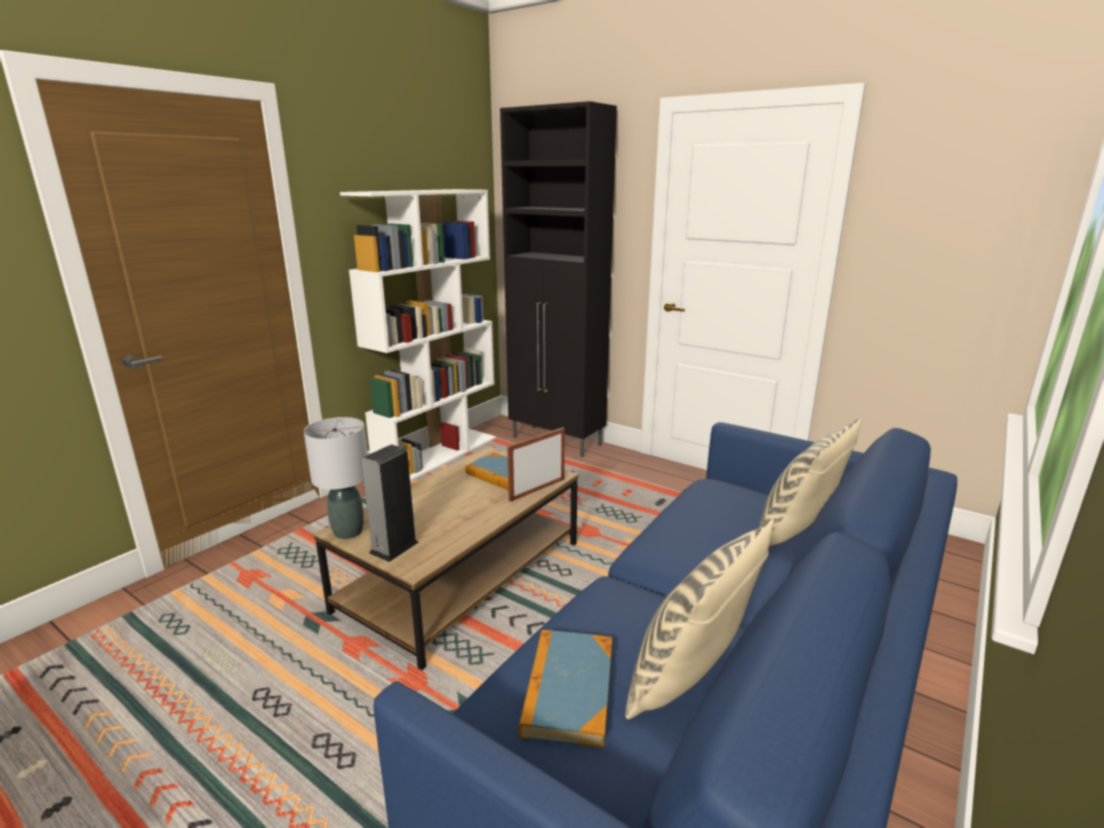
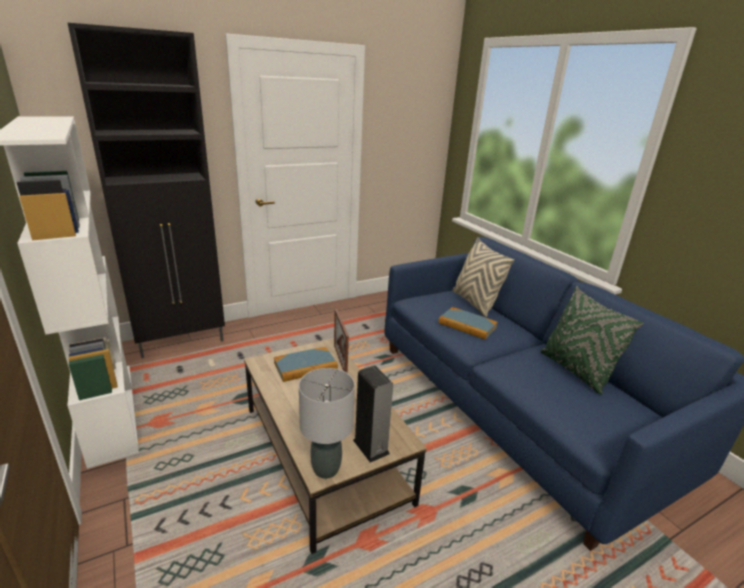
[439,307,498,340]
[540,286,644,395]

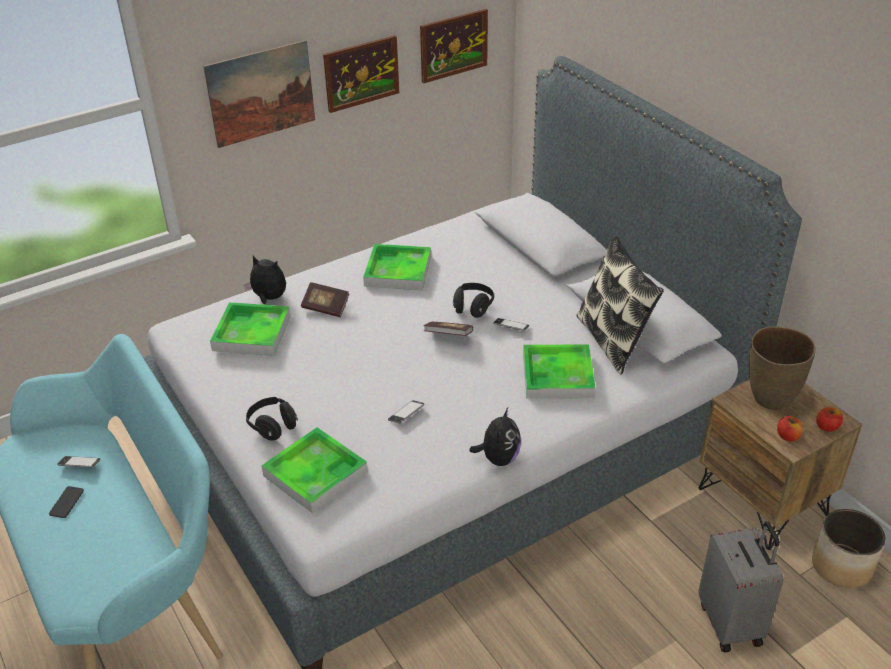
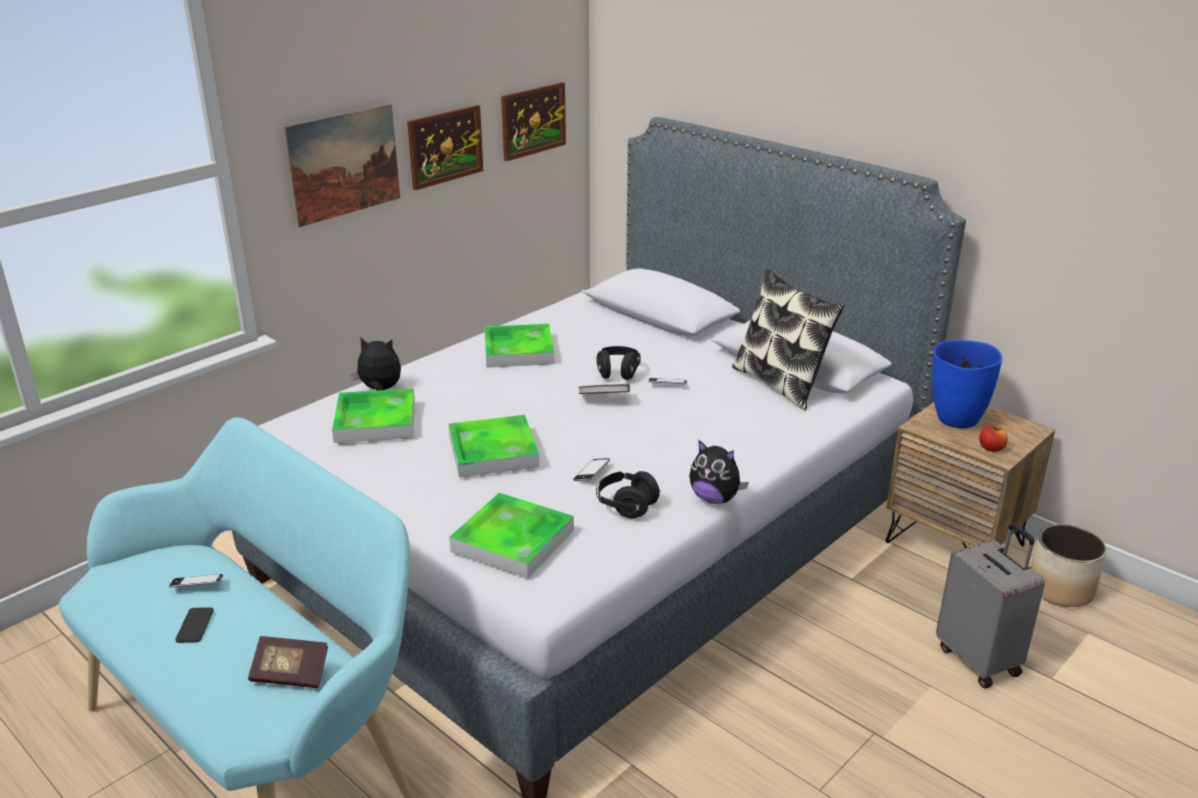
[816,407,843,432] (first image)
[596,471,660,519]
[248,636,328,688]
[448,415,540,478]
[932,340,1002,428]
[689,440,749,504]

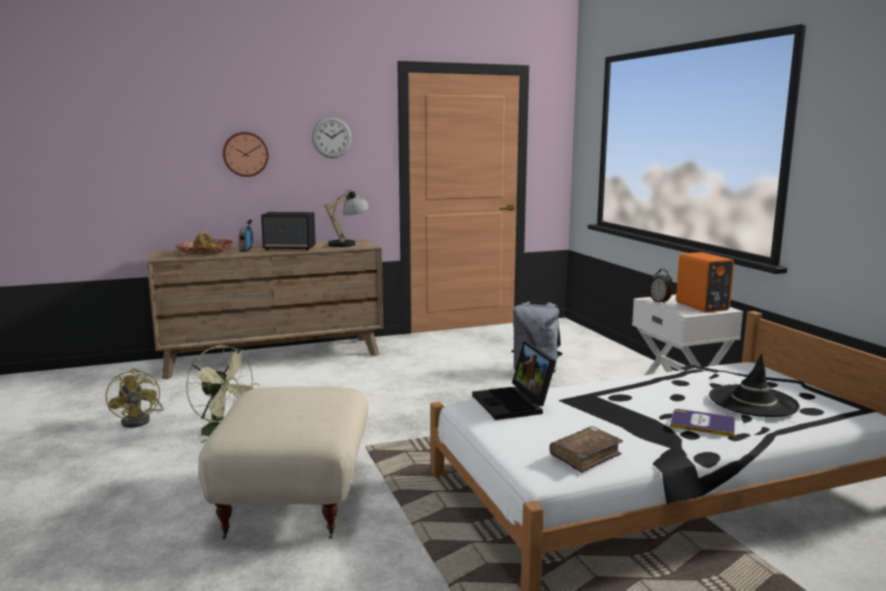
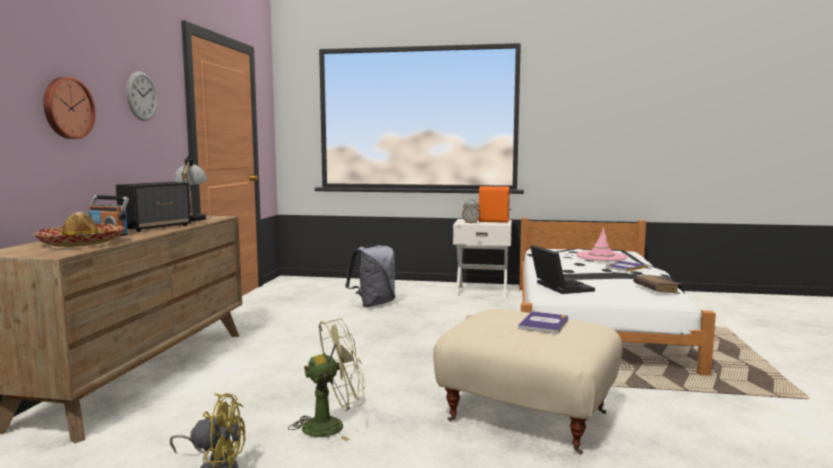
[518,311,568,333]
[576,227,627,261]
[530,245,595,294]

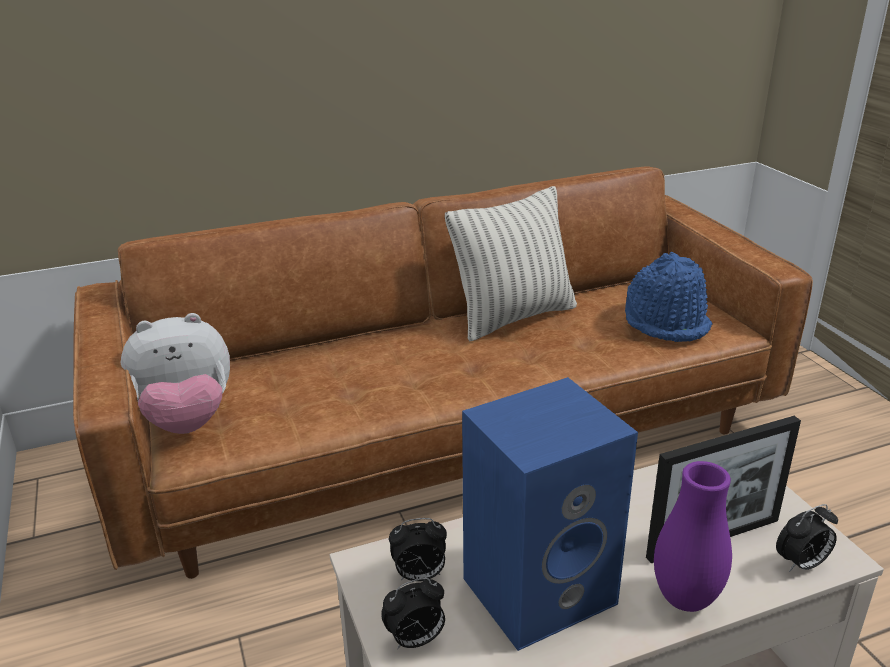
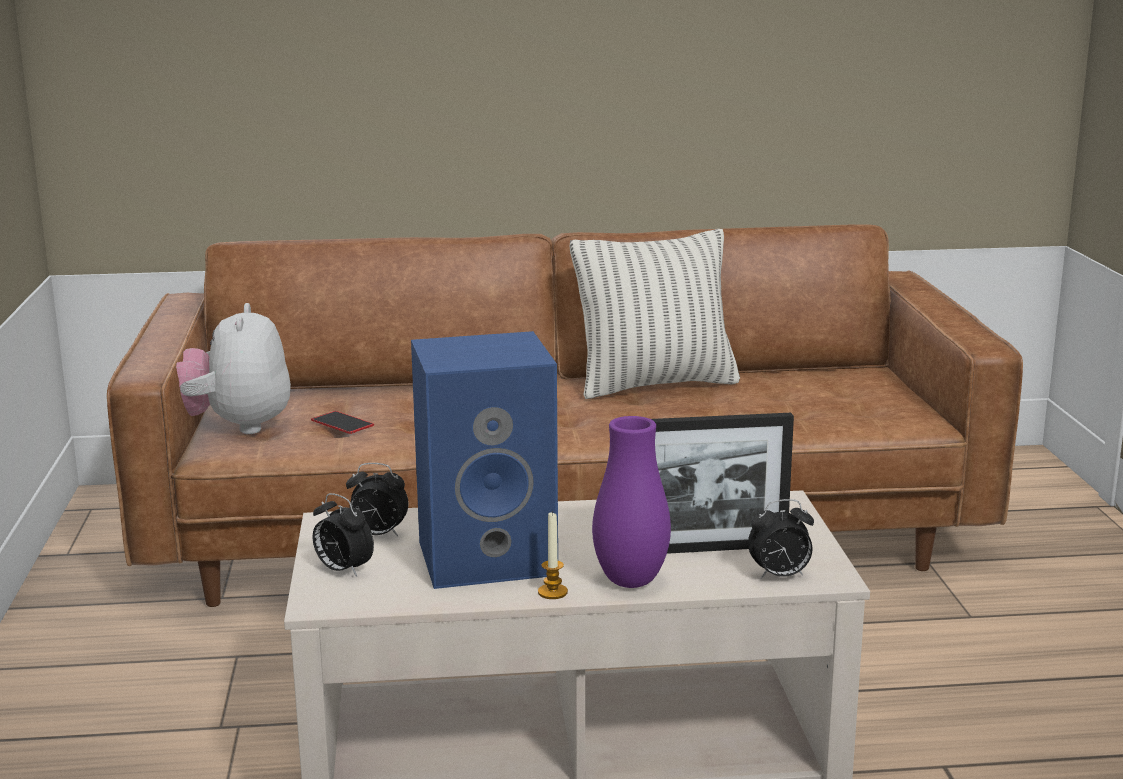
[625,252,712,342] (first image)
[311,411,374,434]
[538,511,568,599]
[176,303,291,434]
[313,493,374,577]

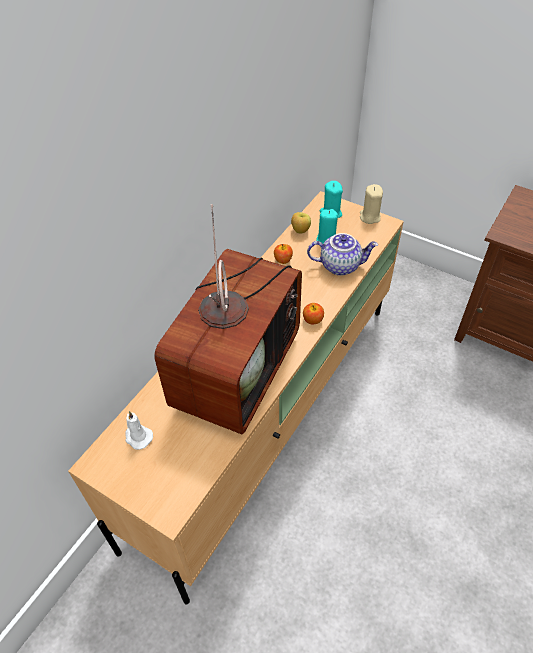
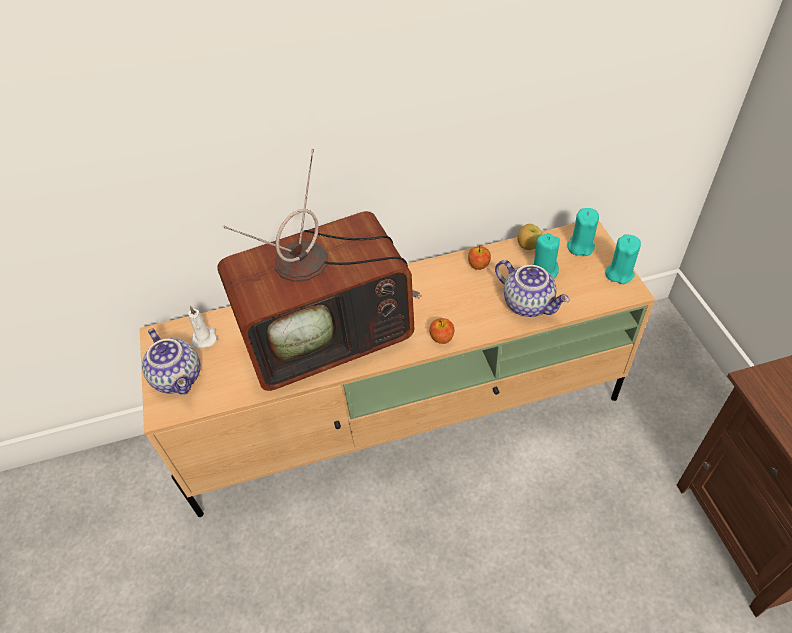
[142,328,200,395]
[605,234,641,284]

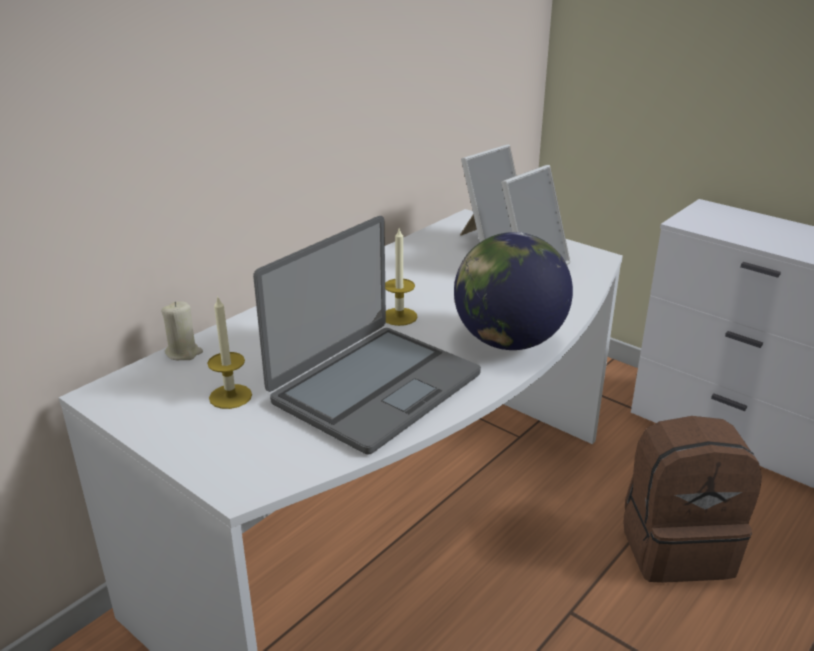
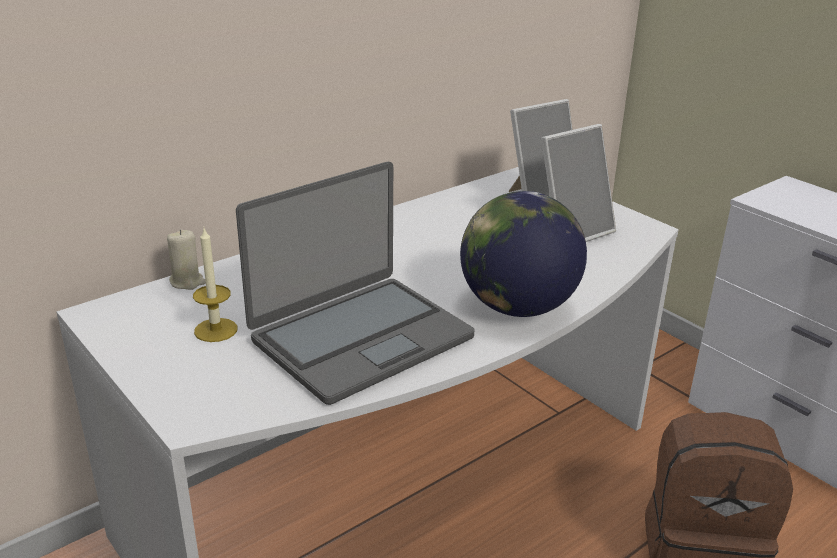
[385,229,418,326] (first image)

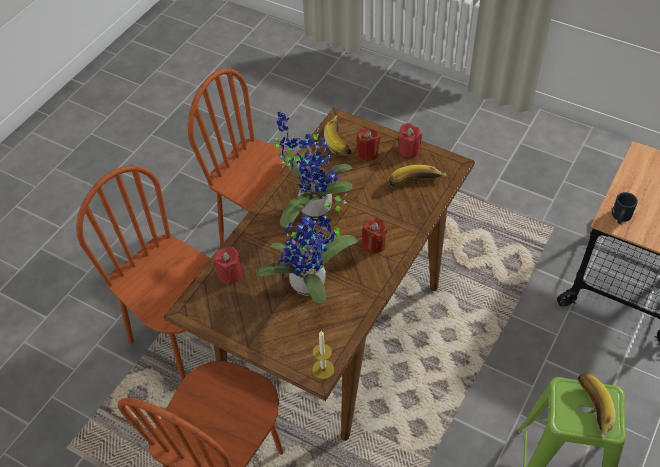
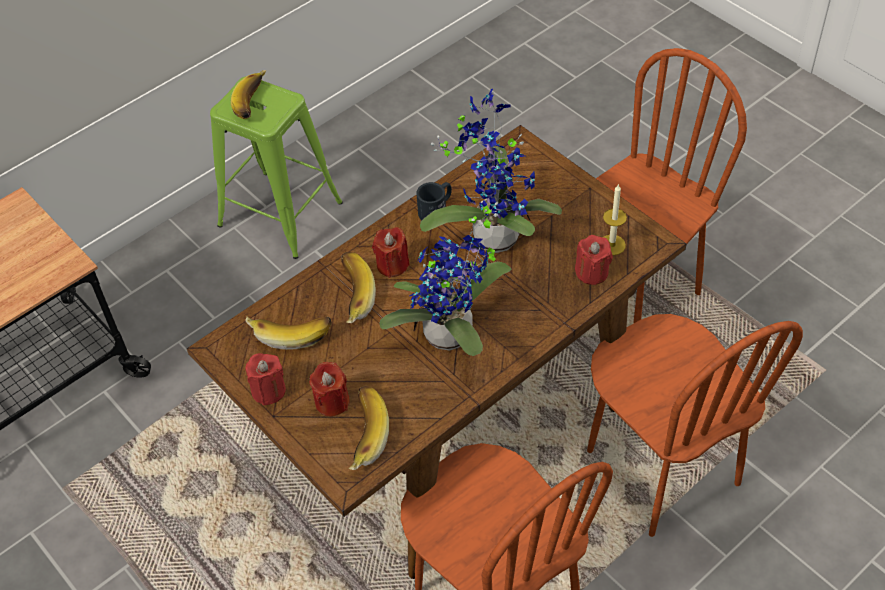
[341,252,376,323]
[603,184,627,255]
[416,182,452,220]

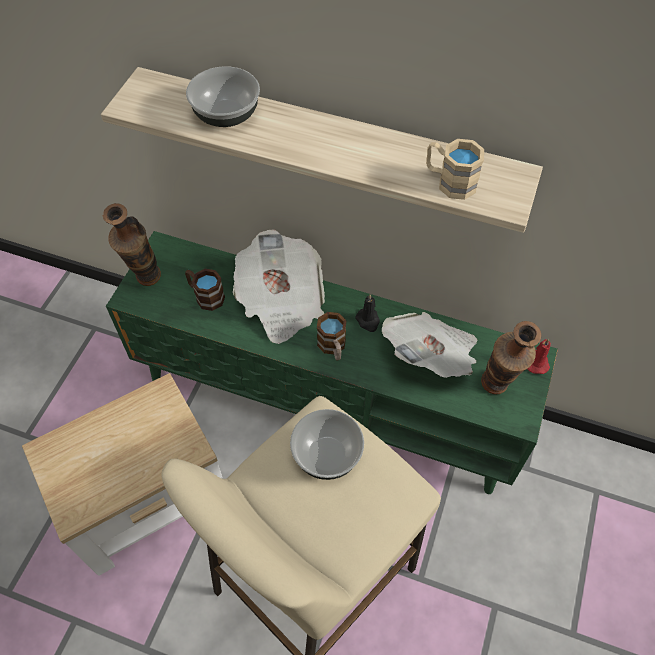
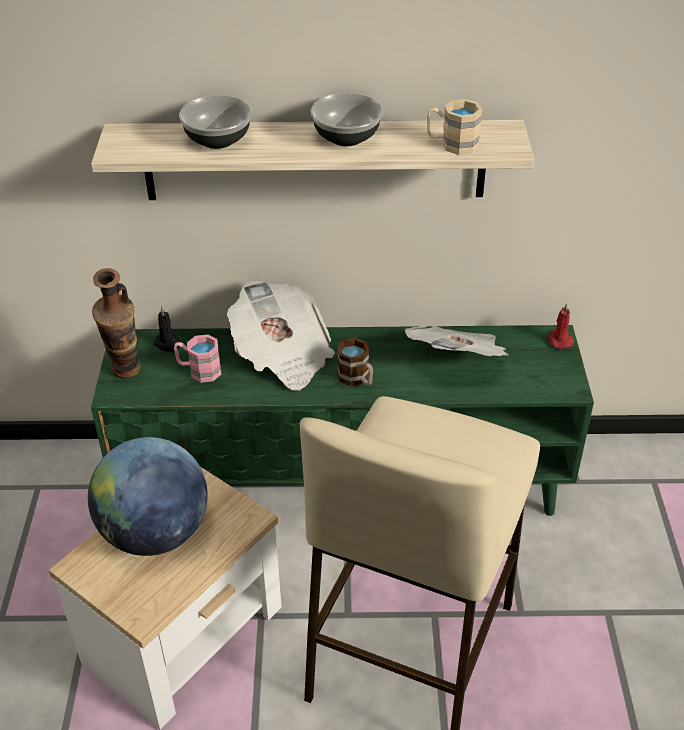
[481,321,541,394] (first image)
[88,437,208,556]
[310,93,383,146]
[153,306,180,352]
[174,334,221,383]

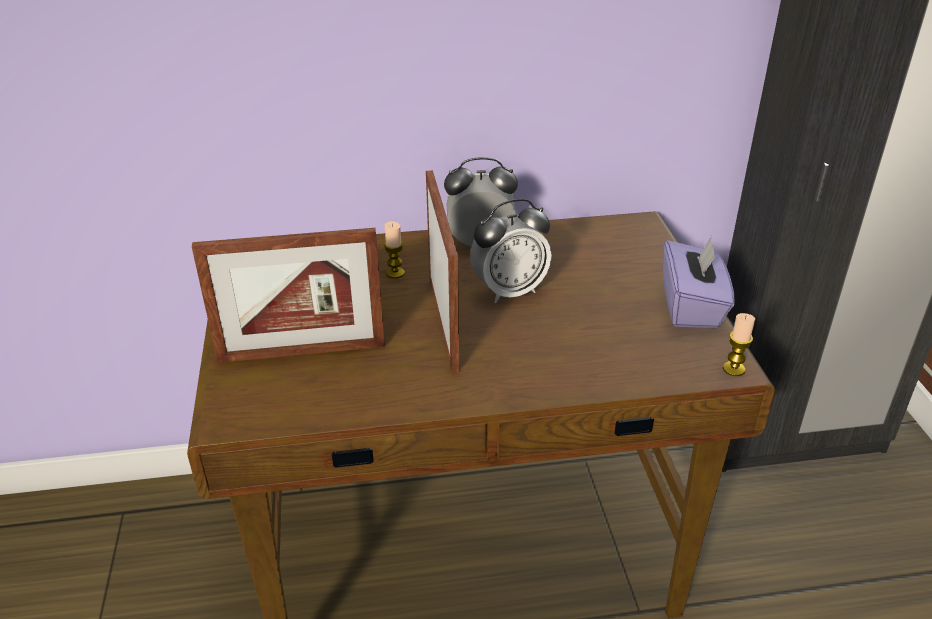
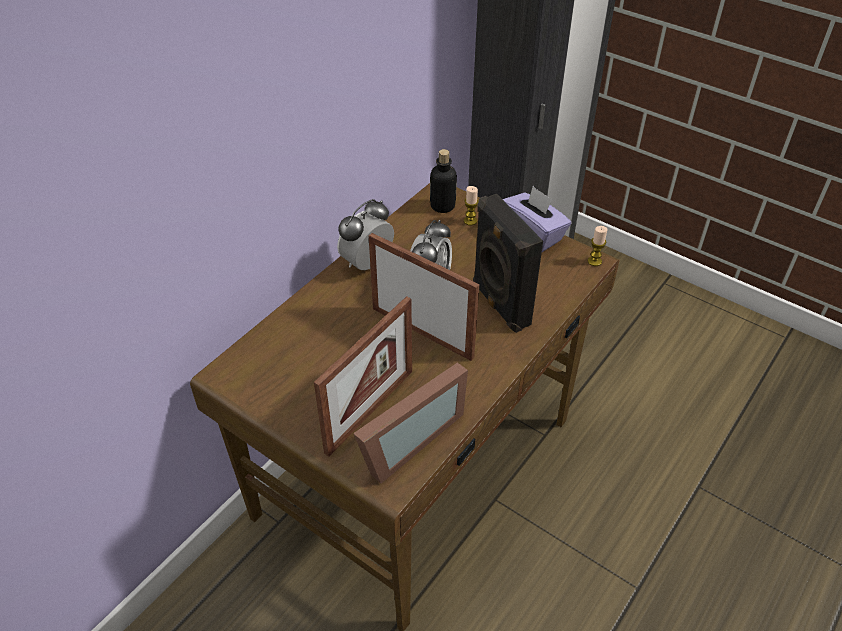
[353,363,468,484]
[430,149,457,213]
[473,194,543,333]
[464,186,479,226]

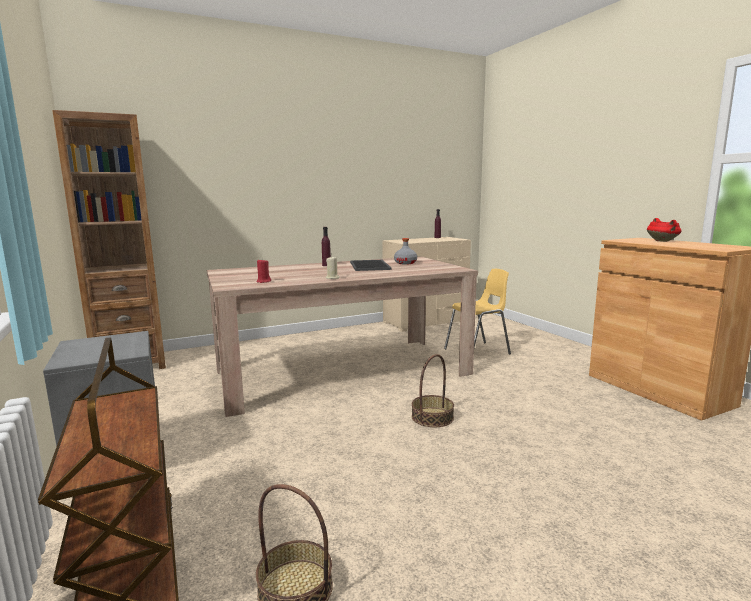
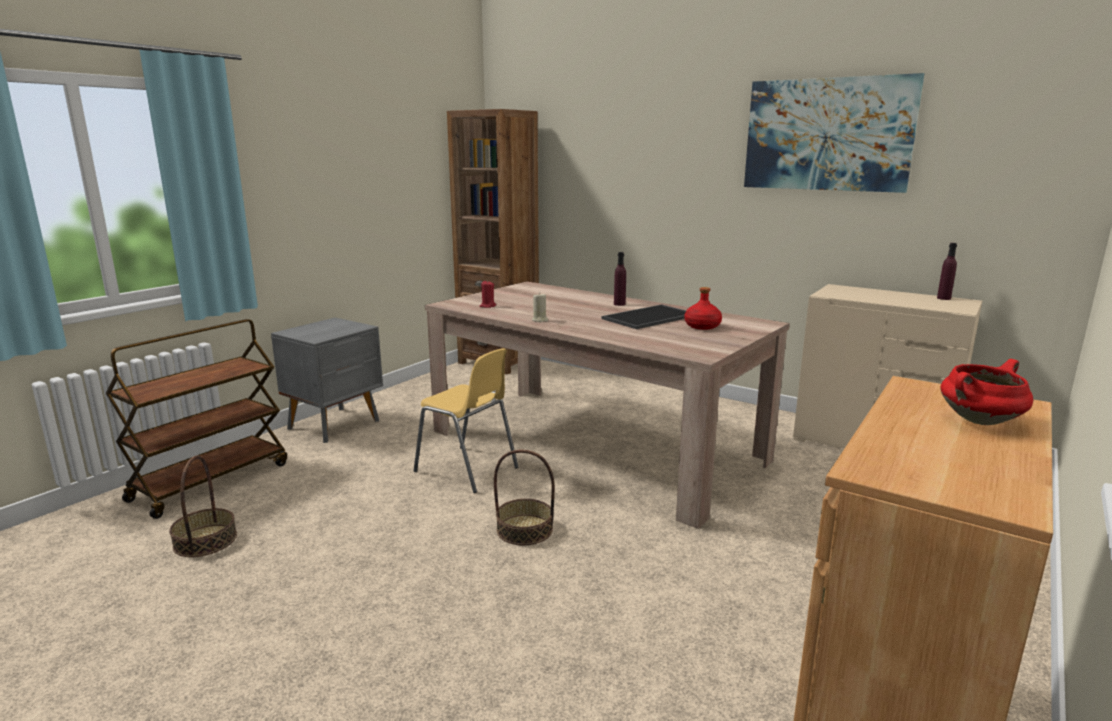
[744,73,924,193]
[413,348,518,493]
[684,287,722,330]

